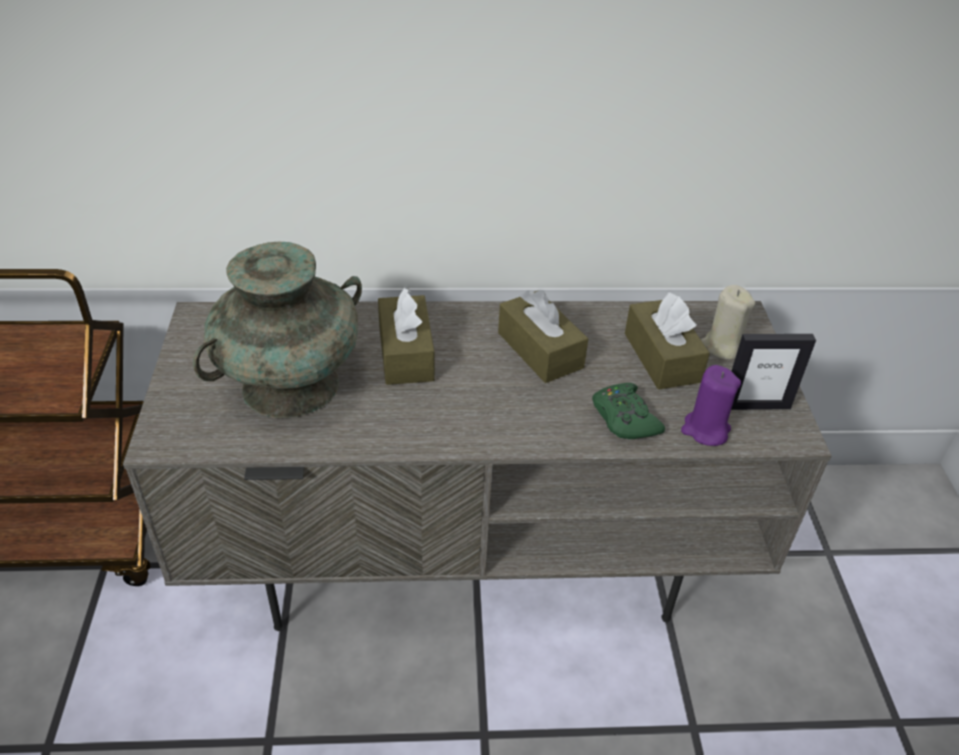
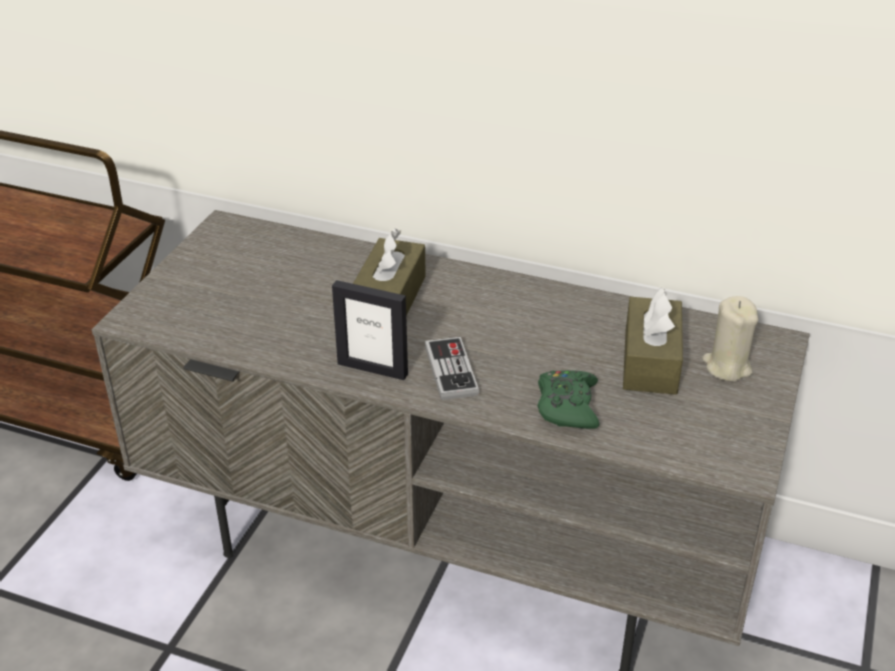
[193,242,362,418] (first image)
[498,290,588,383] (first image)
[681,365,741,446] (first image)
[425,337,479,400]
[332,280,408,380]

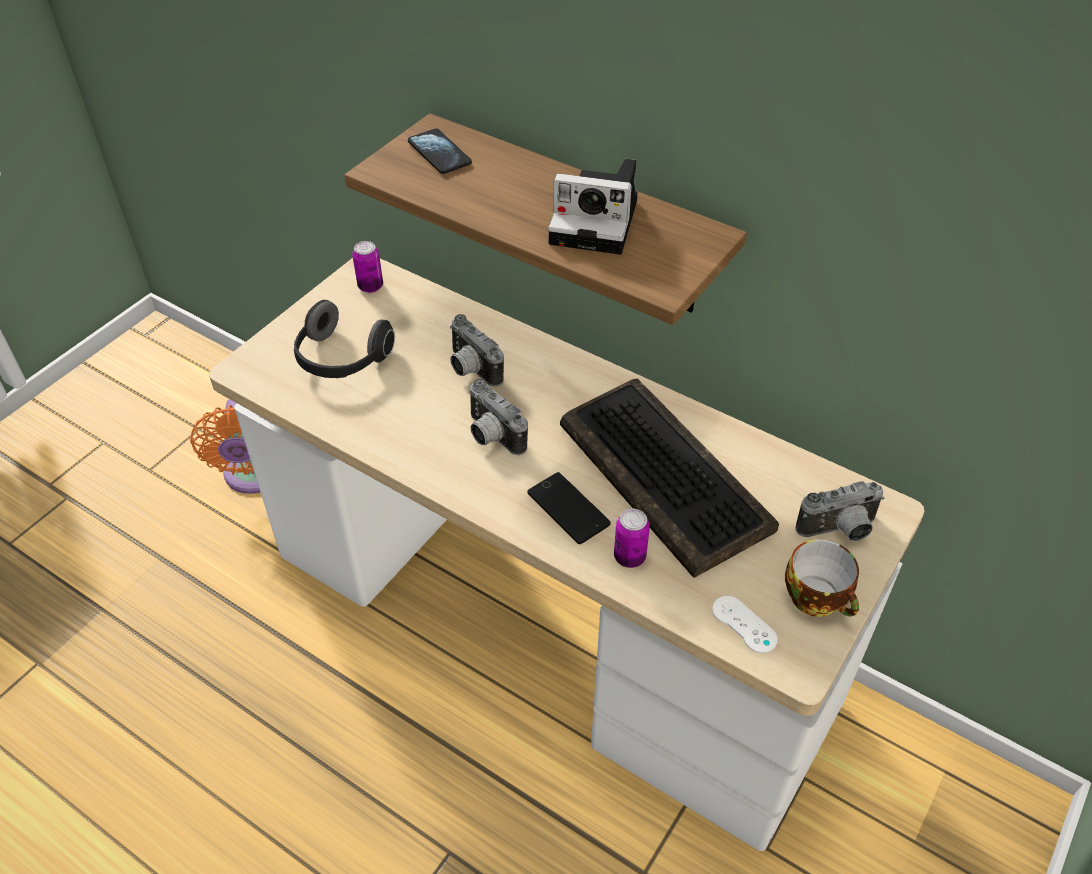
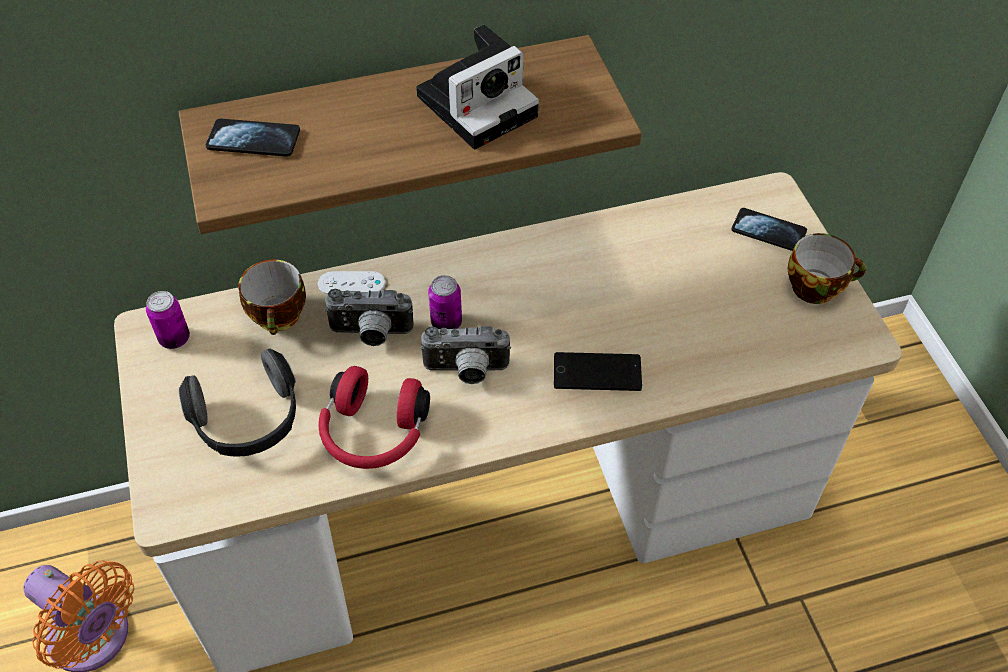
[560,378,779,578] (first image)
[238,260,306,335]
[319,366,430,469]
[428,275,462,329]
[318,271,385,295]
[732,208,807,251]

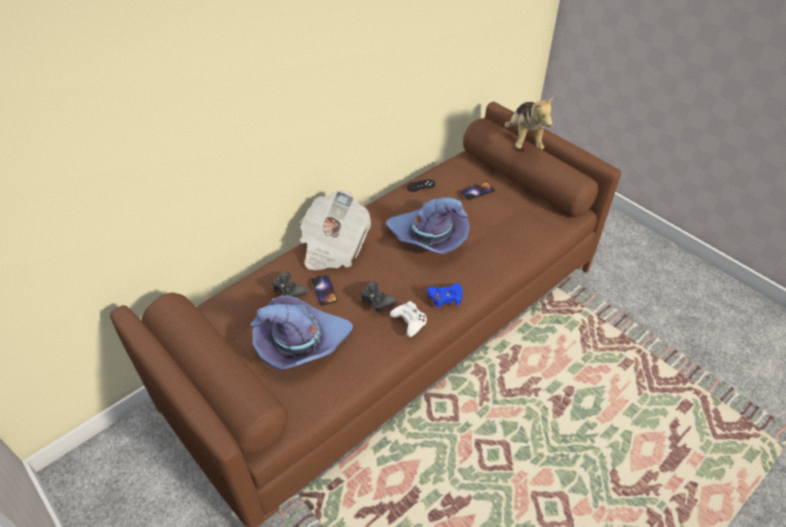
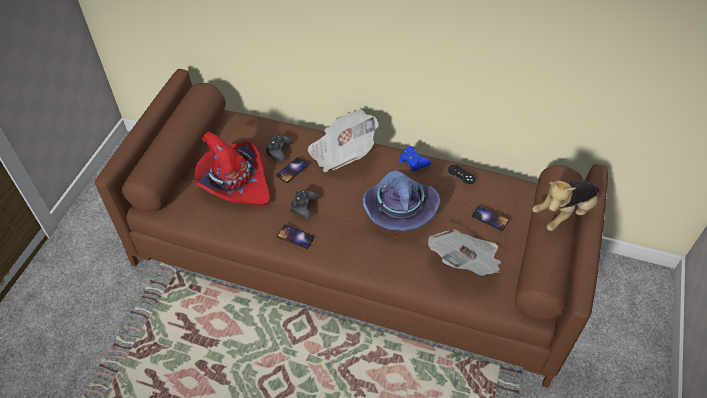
[428,229,501,276]
[400,146,431,172]
[277,225,315,249]
[194,132,270,206]

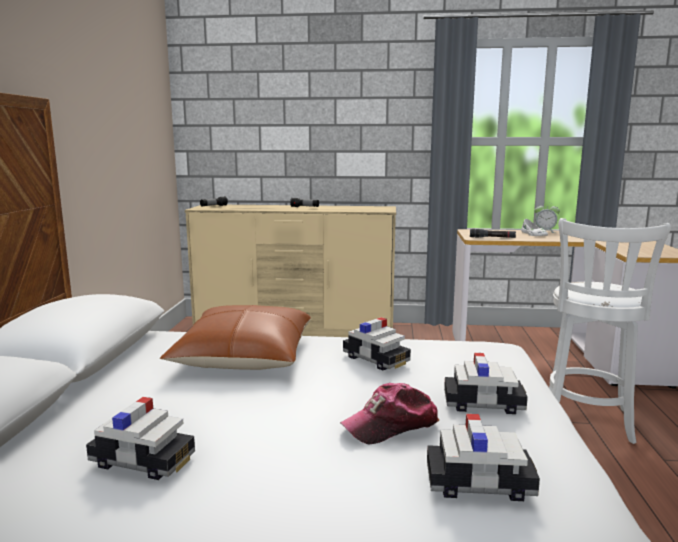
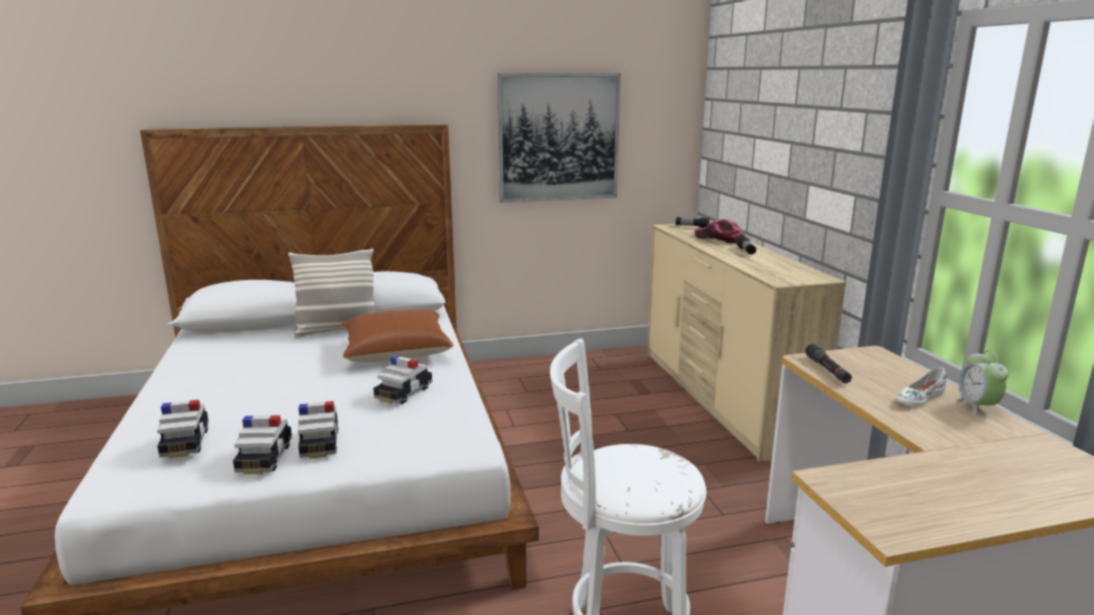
[288,248,377,338]
[497,73,621,203]
[233,415,292,475]
[694,219,745,244]

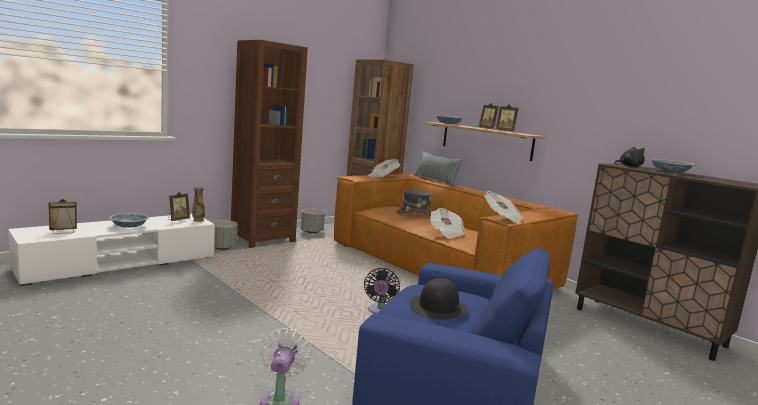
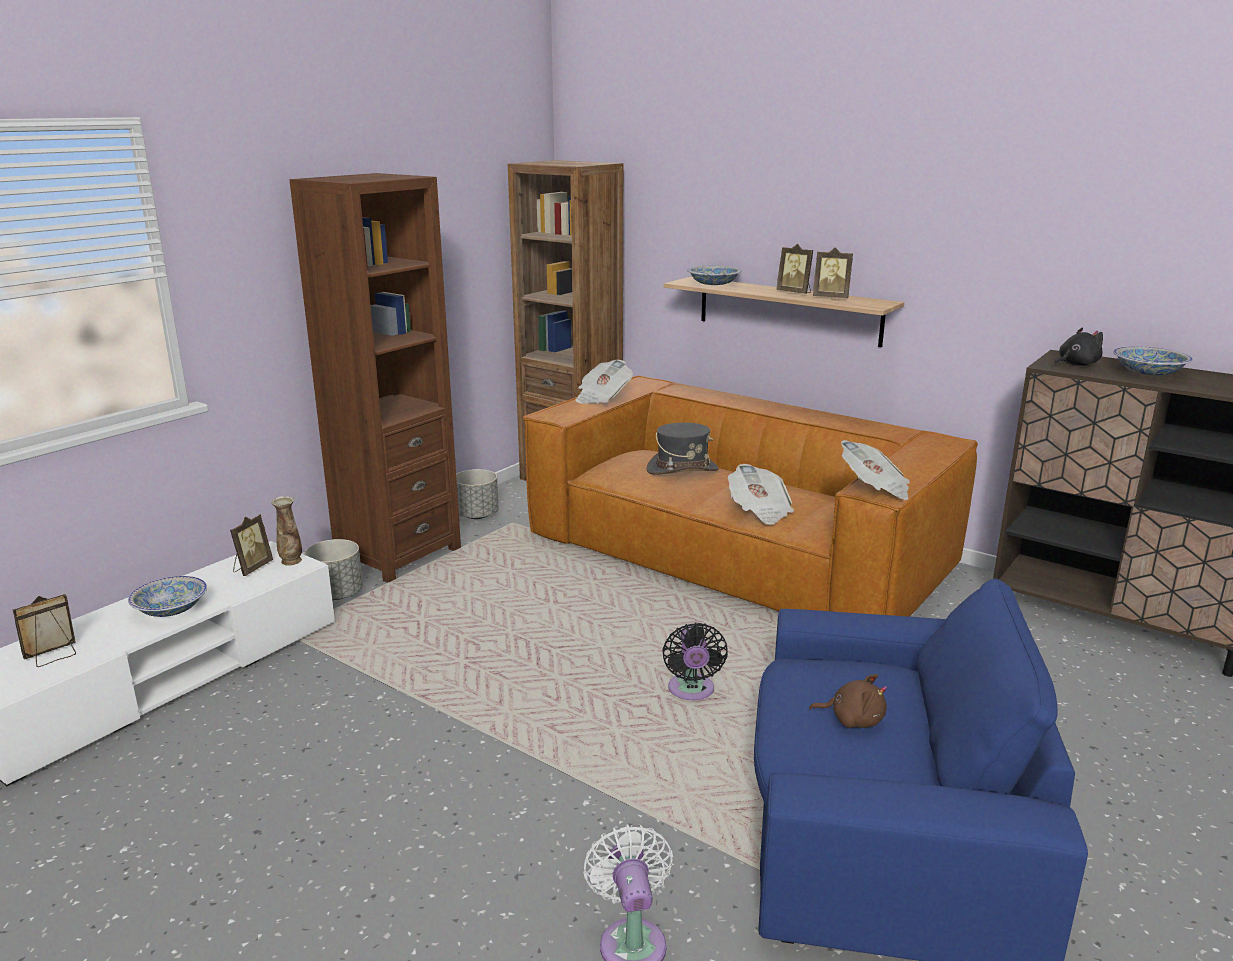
[414,151,464,186] (first image)
[809,674,887,728]

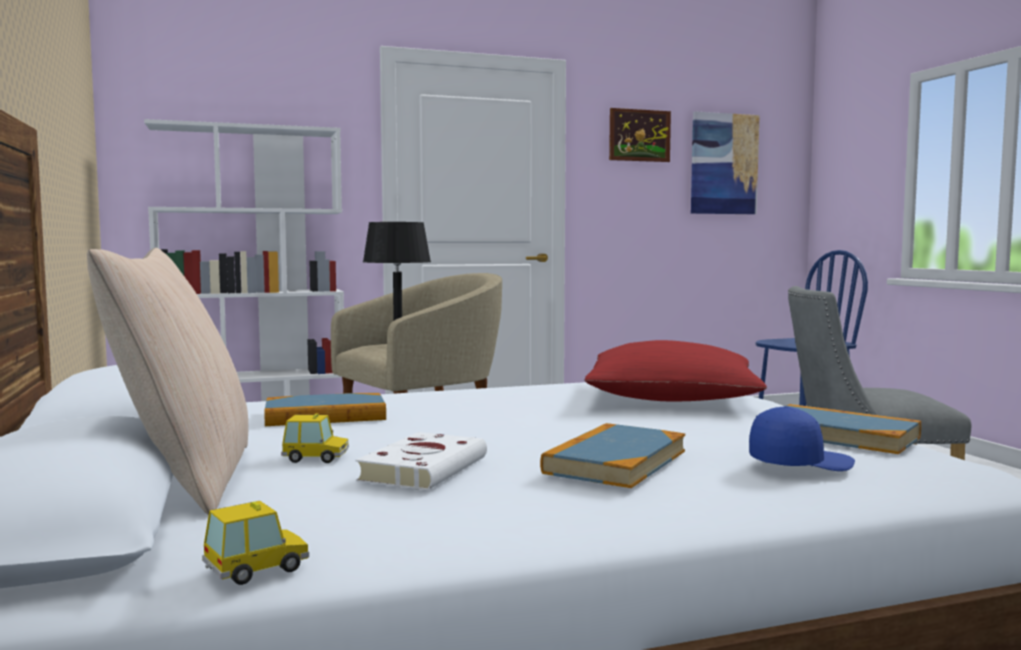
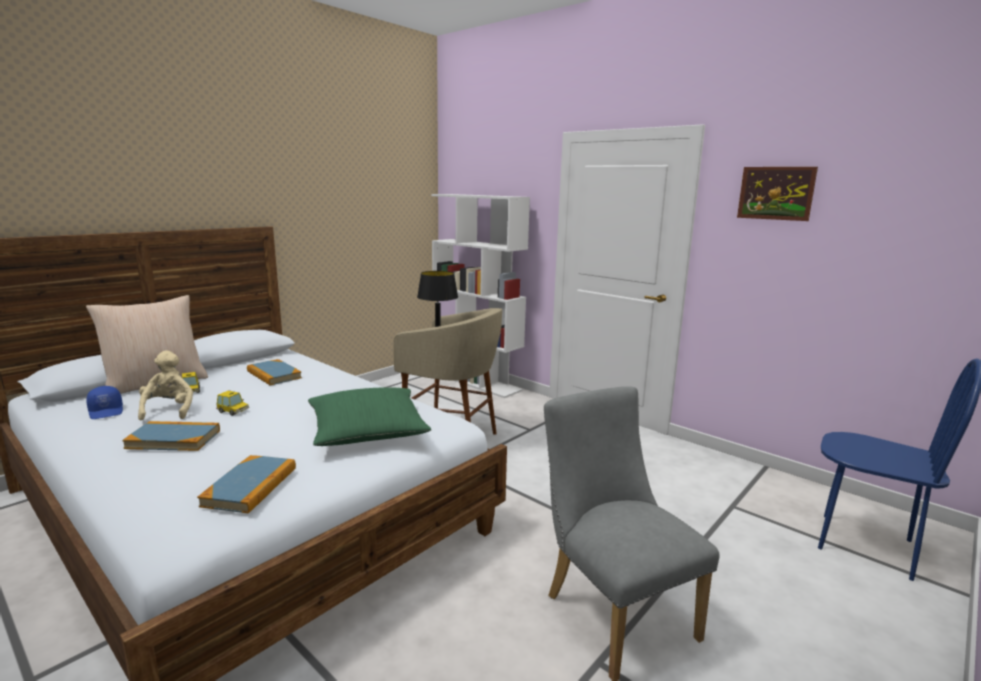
[691,112,760,214] (first image)
[216,390,249,416]
[86,386,123,419]
[138,351,193,420]
[308,388,432,446]

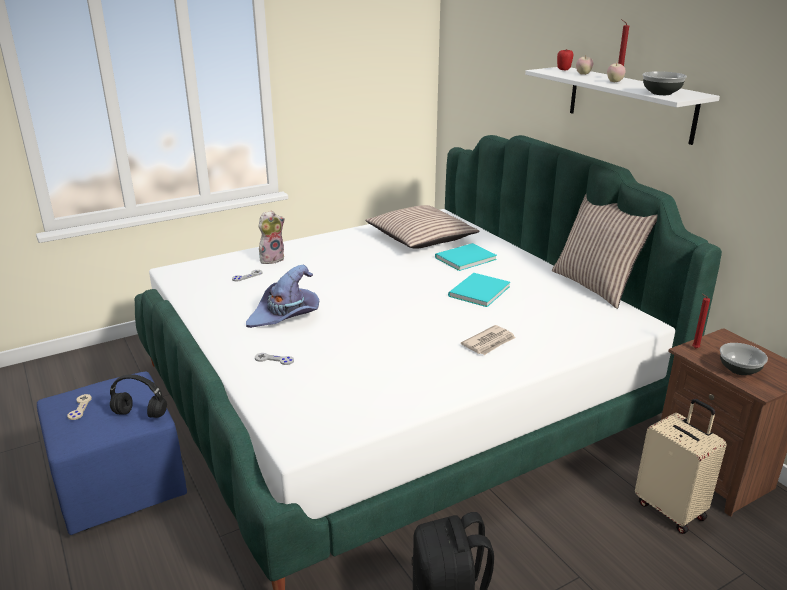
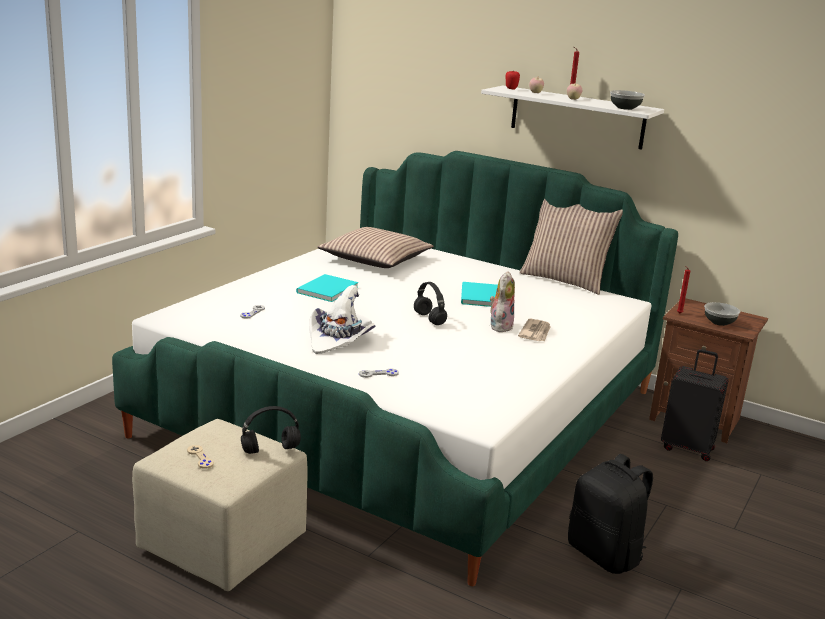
[414,282,447,325]
[490,271,515,332]
[296,274,359,302]
[132,419,308,591]
[309,285,375,354]
[661,349,729,461]

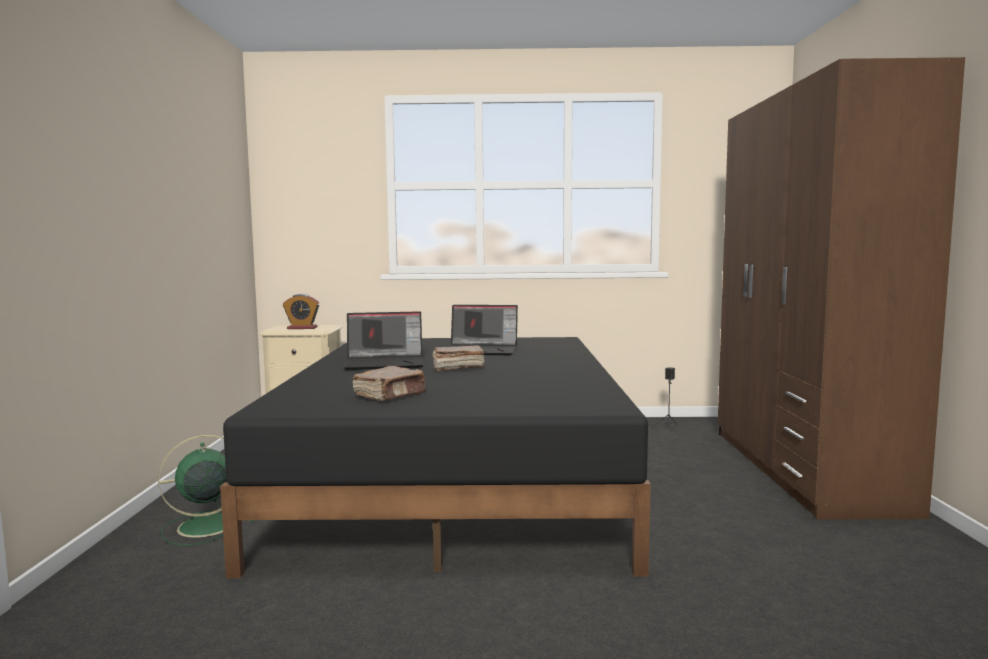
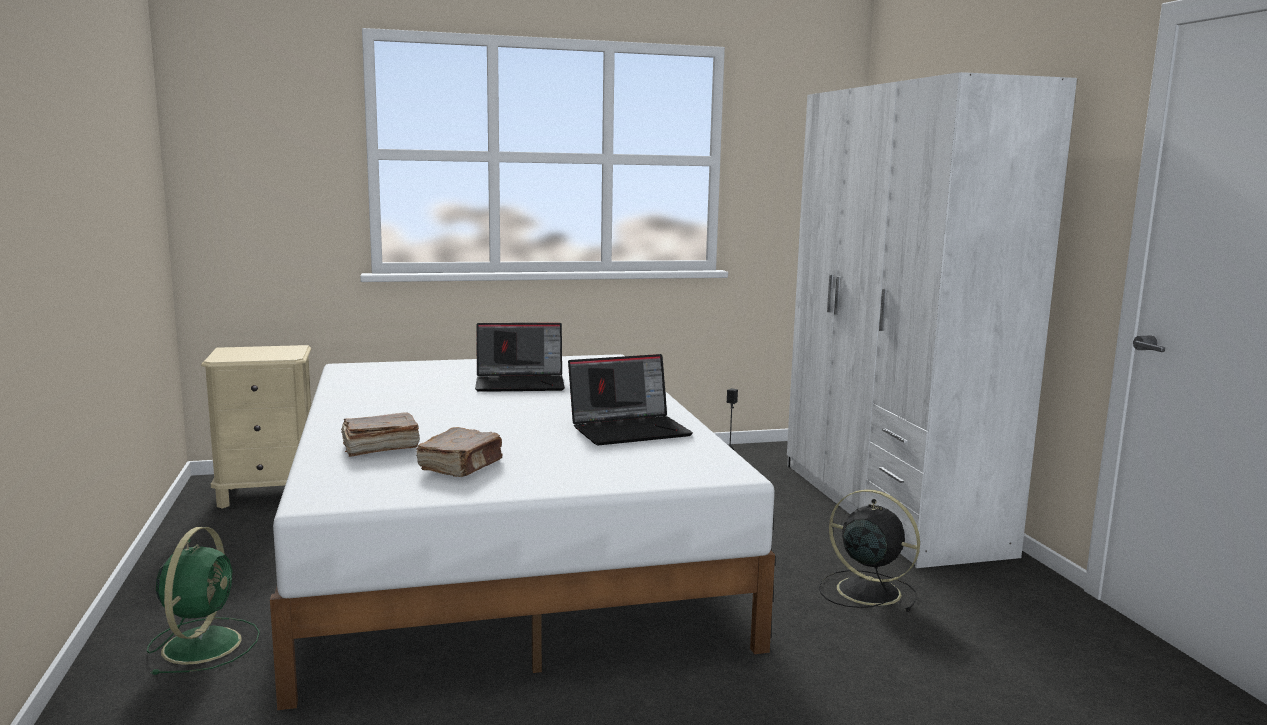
[283,294,320,329] (first image)
[819,489,920,612]
[568,354,693,445]
[341,412,420,457]
[270,354,775,710]
[787,72,1077,568]
[147,527,260,675]

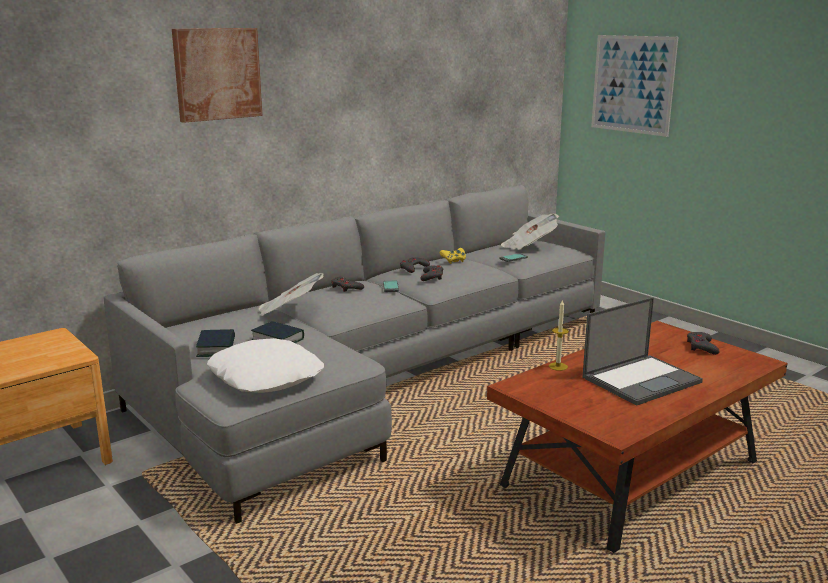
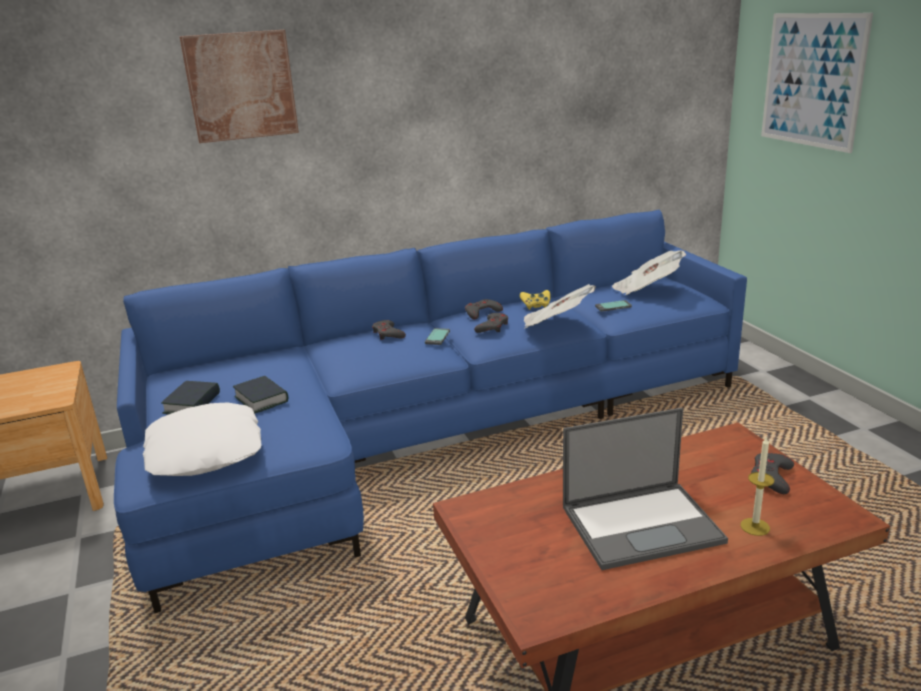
[524,284,596,329]
[740,436,774,536]
[114,210,747,613]

